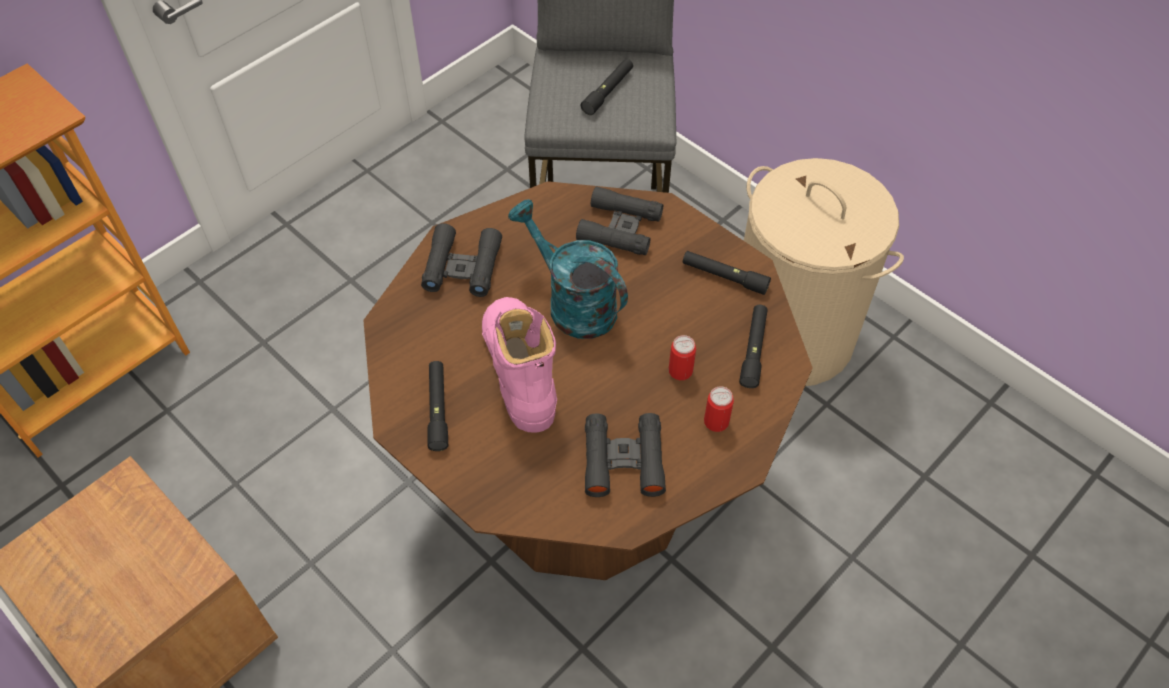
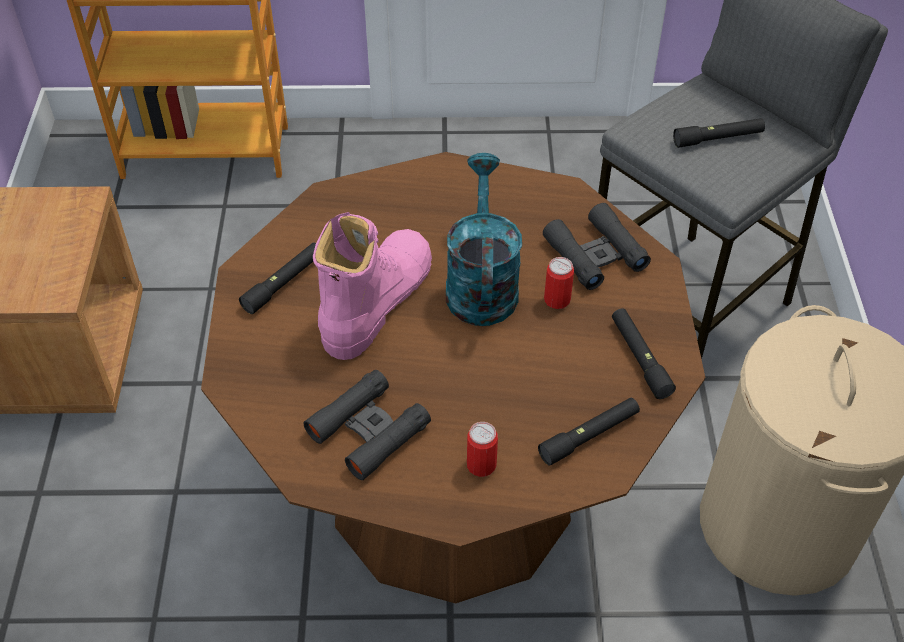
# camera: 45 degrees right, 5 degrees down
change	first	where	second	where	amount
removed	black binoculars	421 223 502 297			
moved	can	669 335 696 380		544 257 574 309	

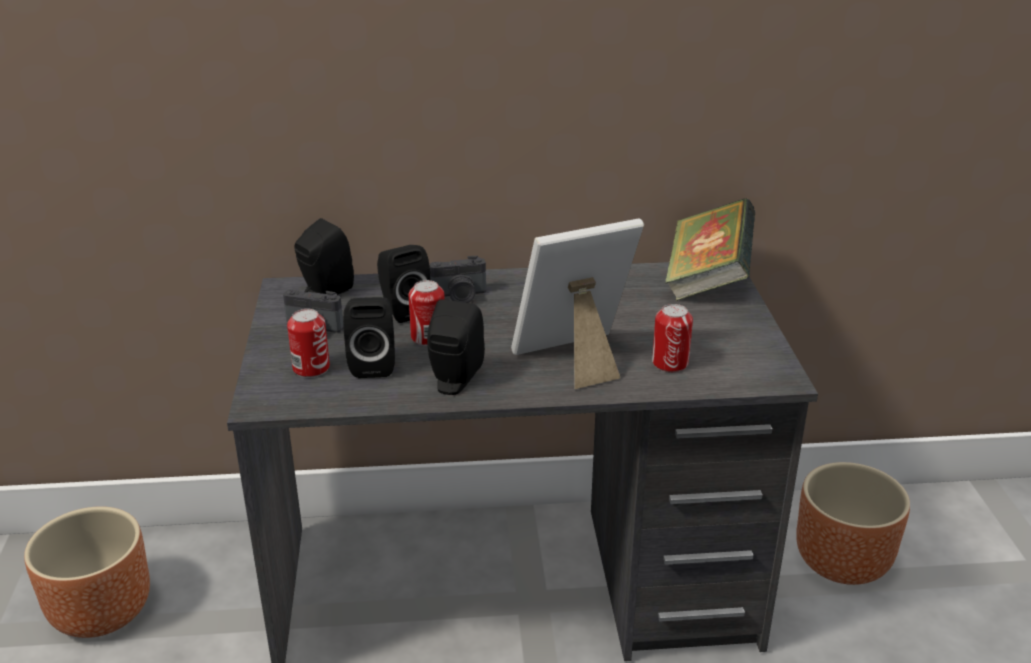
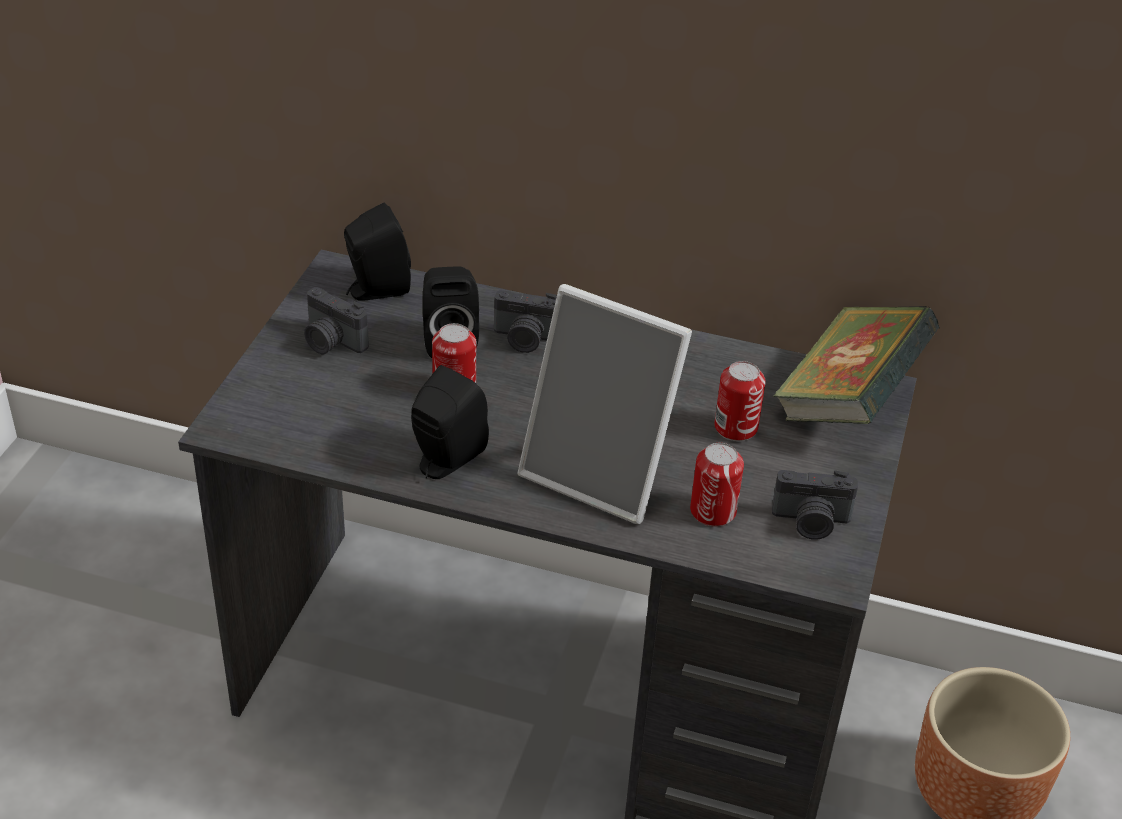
# camera: 20 degrees right, 10 degrees up
change	first	where	second	where	amount
removed	brown planter	24 506 150 638			
moved	can	287 309 330 378		714 361 766 441	
removed	black speaker	343 297 395 378			
turned	picture frame	511 219 644 389		518 284 692 524	150 degrees counterclockwise
added			photo camera	772 470 858 540	

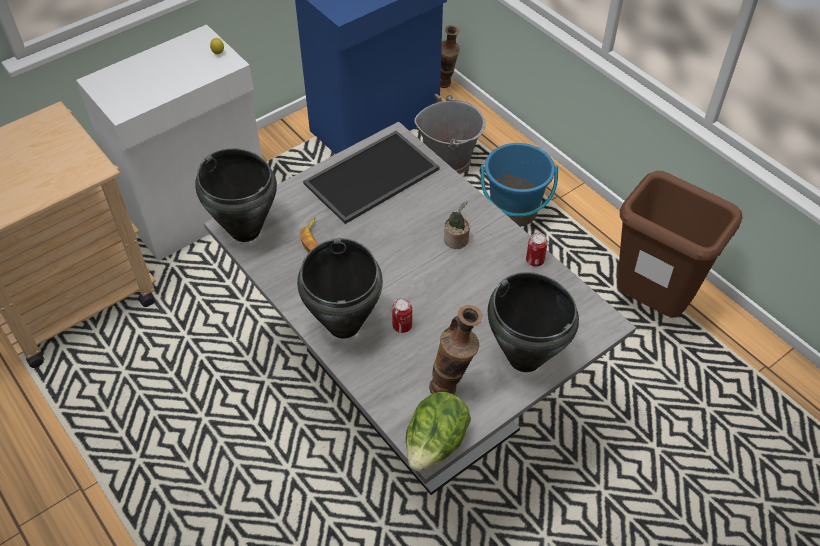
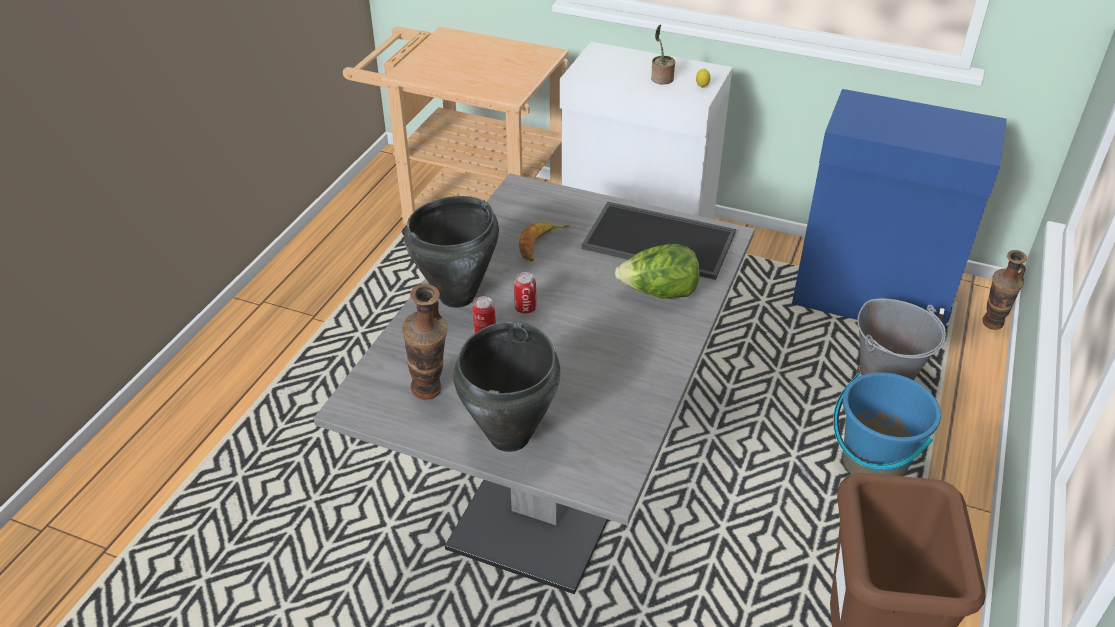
# camera: 60 degrees right, 10 degrees down
change	first	where	second	where	amount
removed	black cooking pot	195 148 277 242			
moved	lettuce	406 392 471 471		615 244 699 299	
moved	potted plant	444 201 470 249		651 25 675 84	
moved	can	526 233 548 267		514 272 537 314	

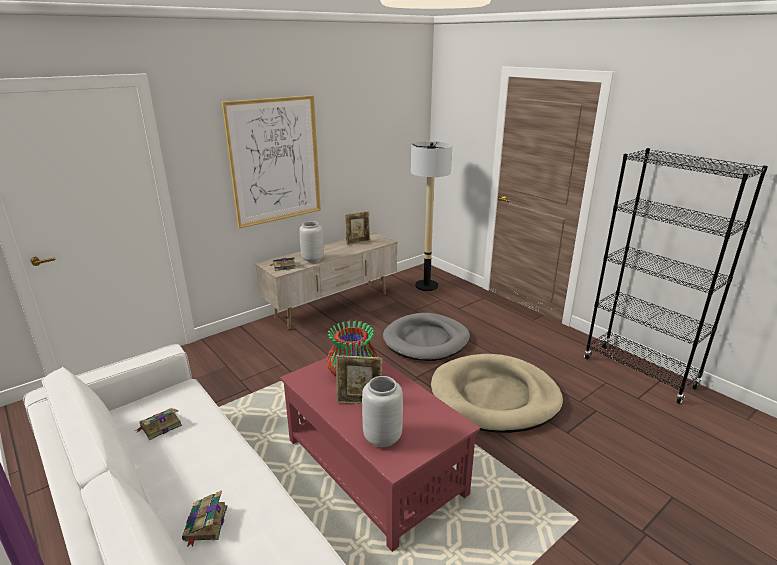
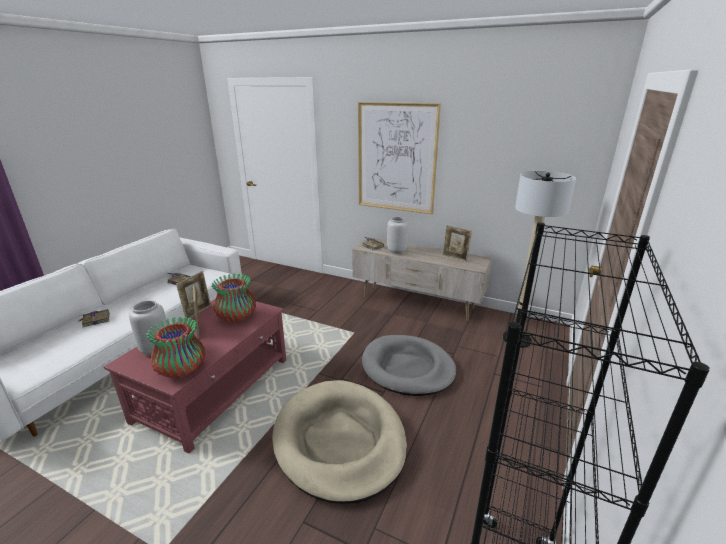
# camera: 65 degrees right, 0 degrees up
change	first	where	second	where	amount
added			vase	146 317 206 378	
added			picture frame	176 271 211 320	

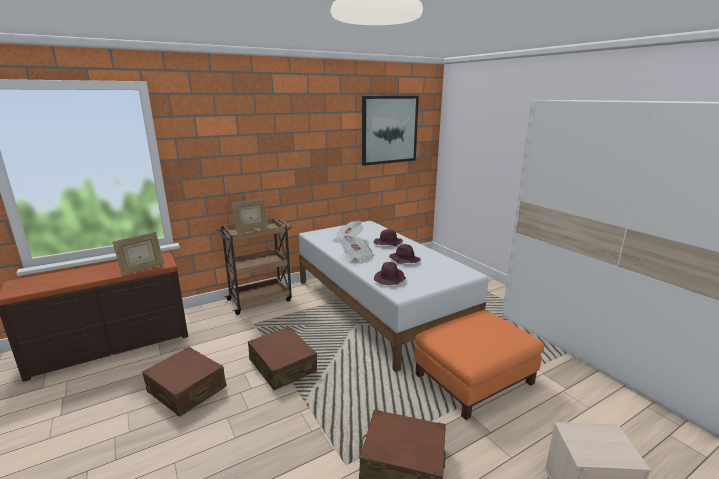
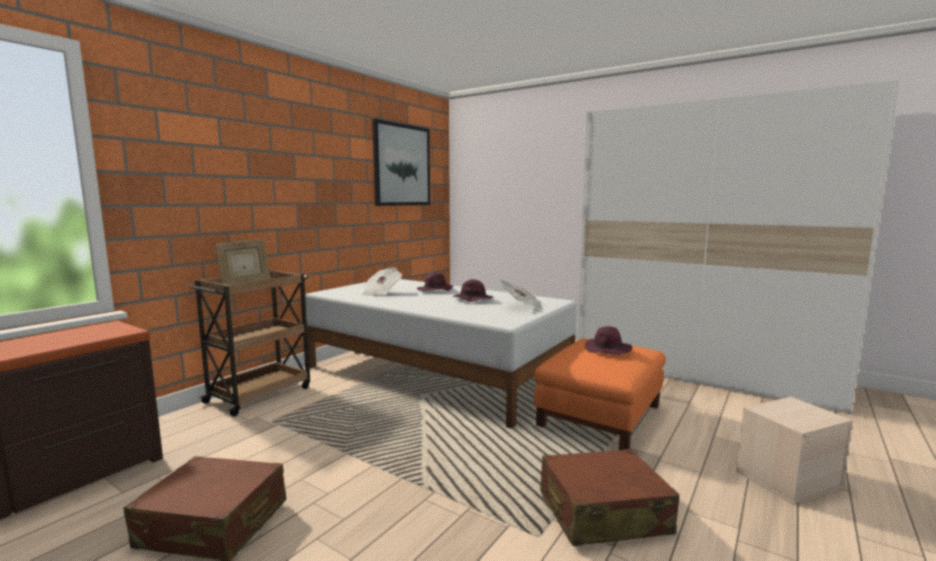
# camera: 25 degrees left, 10 degrees down
change	first	where	second	where	amount
removed	picture frame	113 232 164 275			
removed	brown suitcase	248 326 317 390			
moved	newspaper	341 235 374 263		499 280 544 310	
moved	purple hat	374 262 406 285		585 326 632 355	

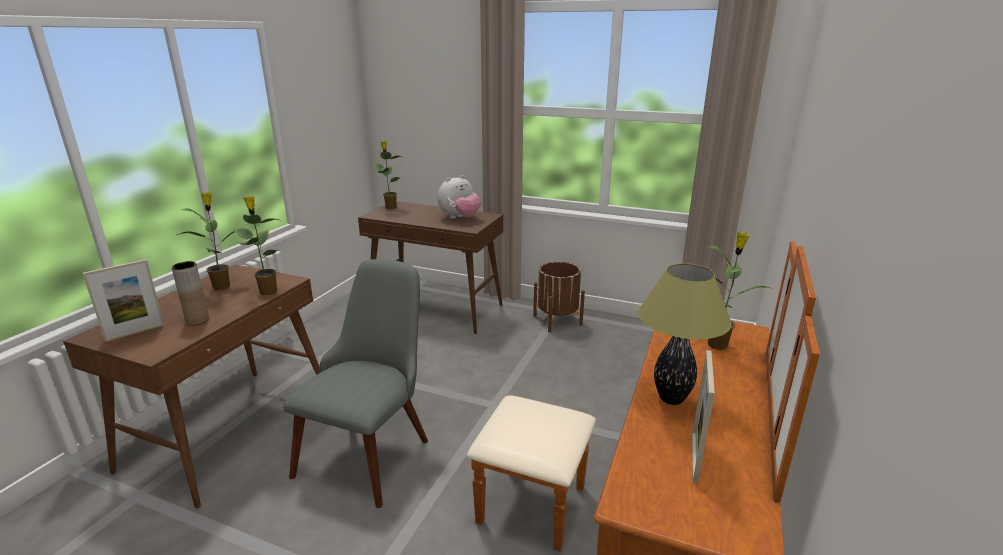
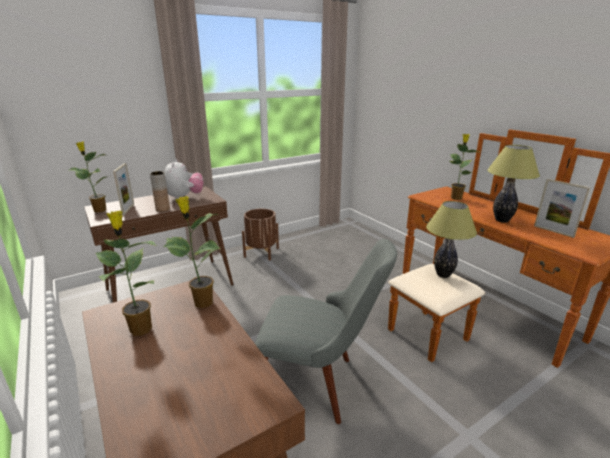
# camera: 55 degrees left, 0 degrees up
change	first	where	second	where	amount
moved	picture frame	82 259 165 342		113 163 134 215	
moved	brown vase	172 261 209 325		150 171 170 212	
turned	grey chair	283 259 428 508		255 239 397 424	135 degrees clockwise
added			table lamp	426 201 477 278	

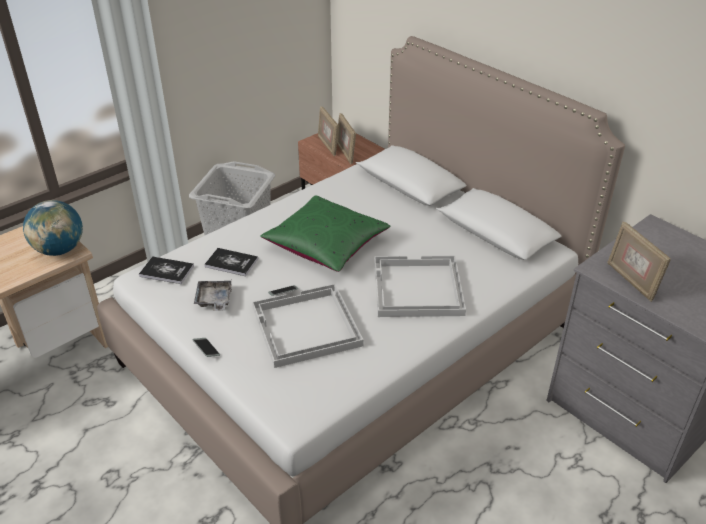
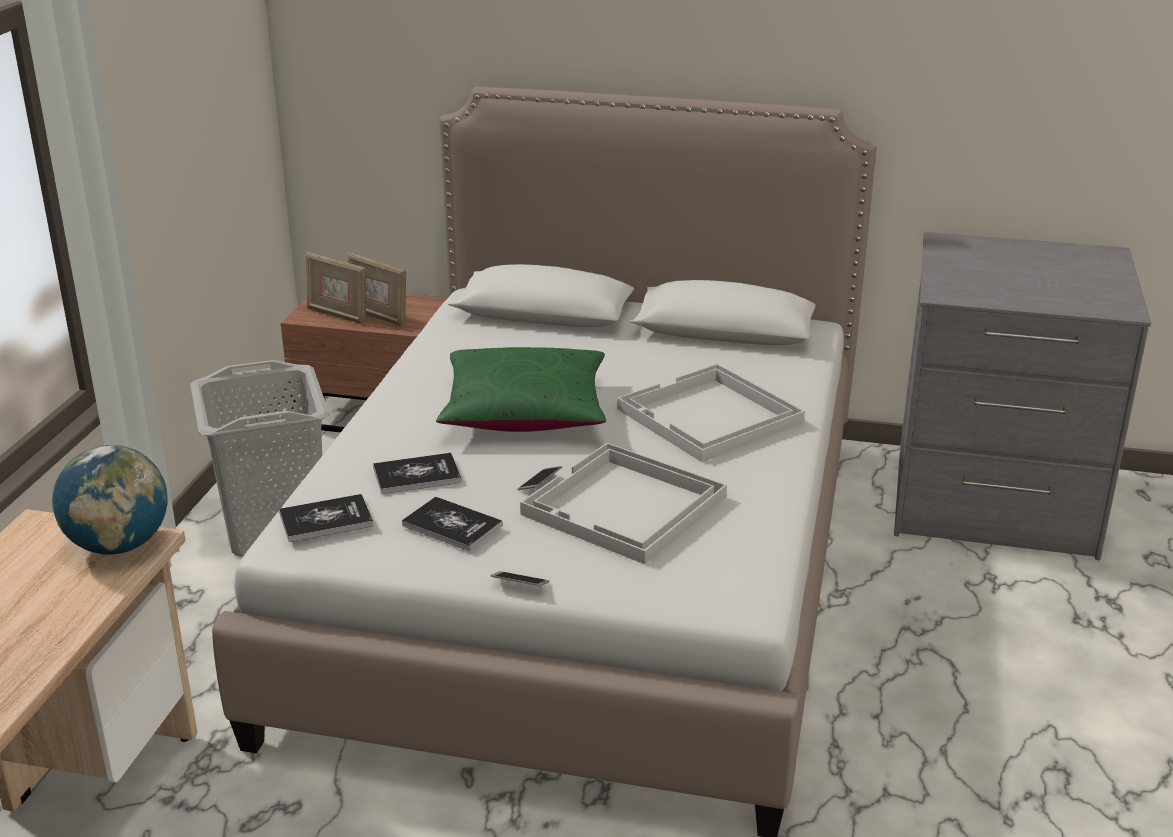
# camera: 35 degrees left, 10 degrees down
change	first	where	second	where	amount
replaced	grey tray	194 278 232 311	book	402 497 503 552	
removed	picture frame	607 221 671 302			

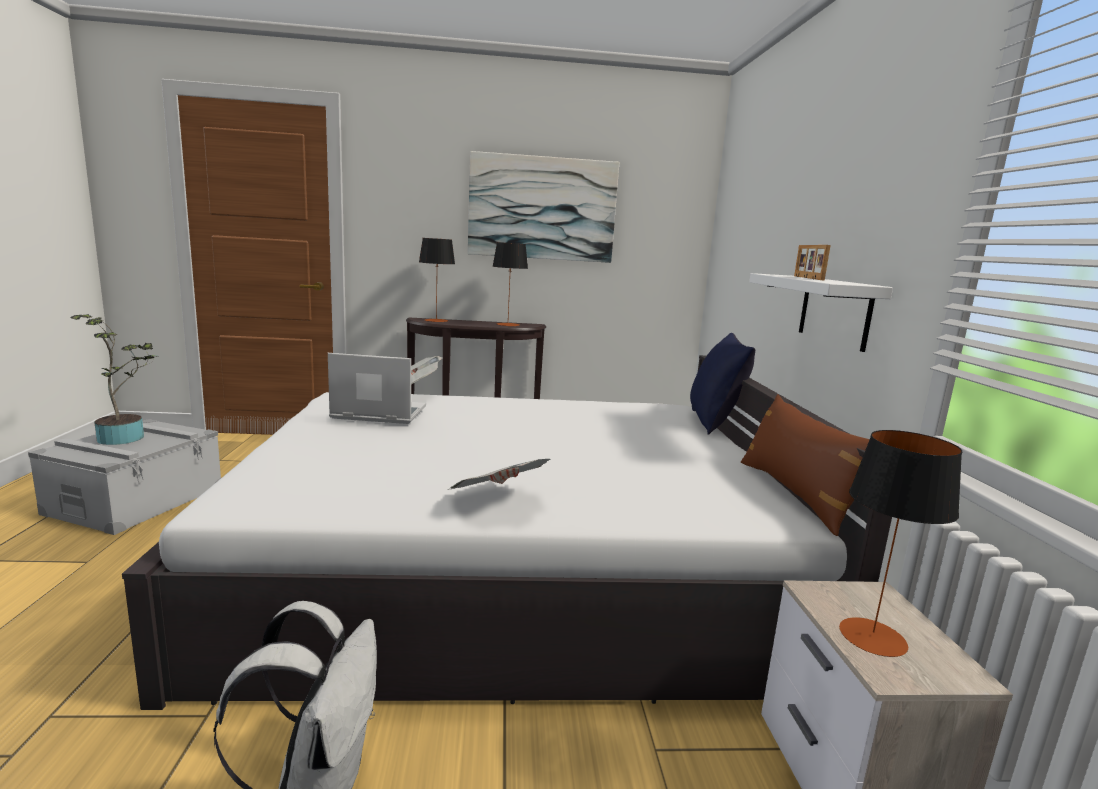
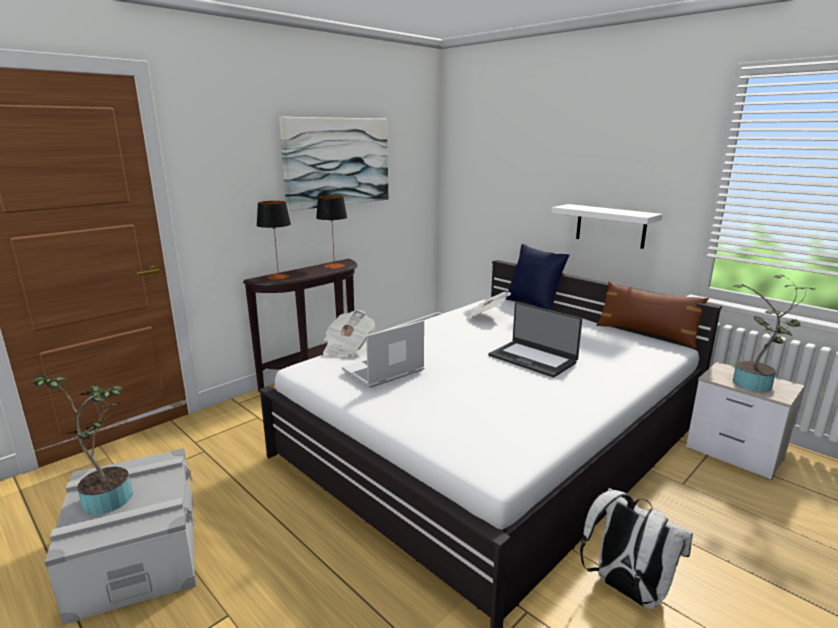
# camera: 40 degrees left, 5 degrees up
change	first	where	second	where	amount
moved	newspaper	447 459 551 490		464 292 511 319	
removed	picture frame	794 245 831 281			
replaced	table lamp	839 430 962 657	potted plant	733 275 814 392	
added			laptop	489 302 582 377	

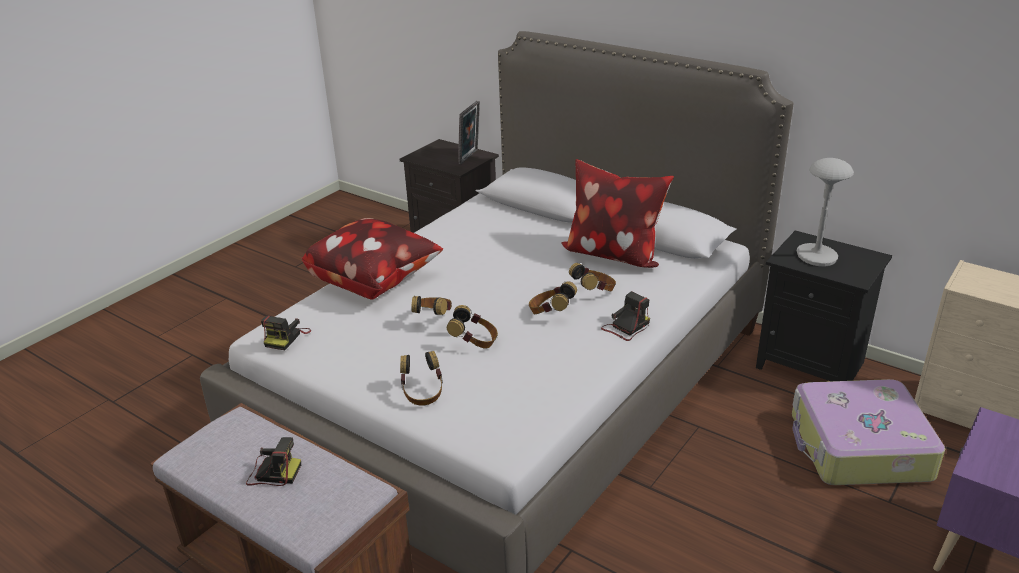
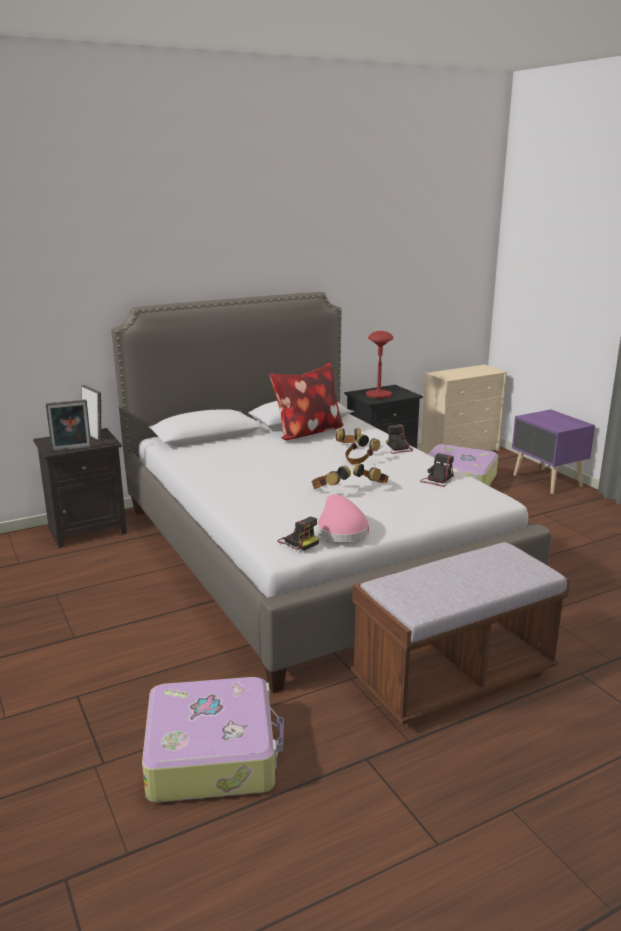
# camera: 65 degrees left, 10 degrees down
change	first	where	second	where	amount
moved	photo camera	246 437 301 486		420 453 454 487	
removed	pillow	301 218 443 299			
removed	headphones	400 351 443 406			
recoloured	grey table lamp	797 158 854 267	red table lamp	366 331 394 399	
added			picture frame	46 399 91 452	
added			suitcase	142 677 284 802	
added			pink hat	317 494 369 542	

